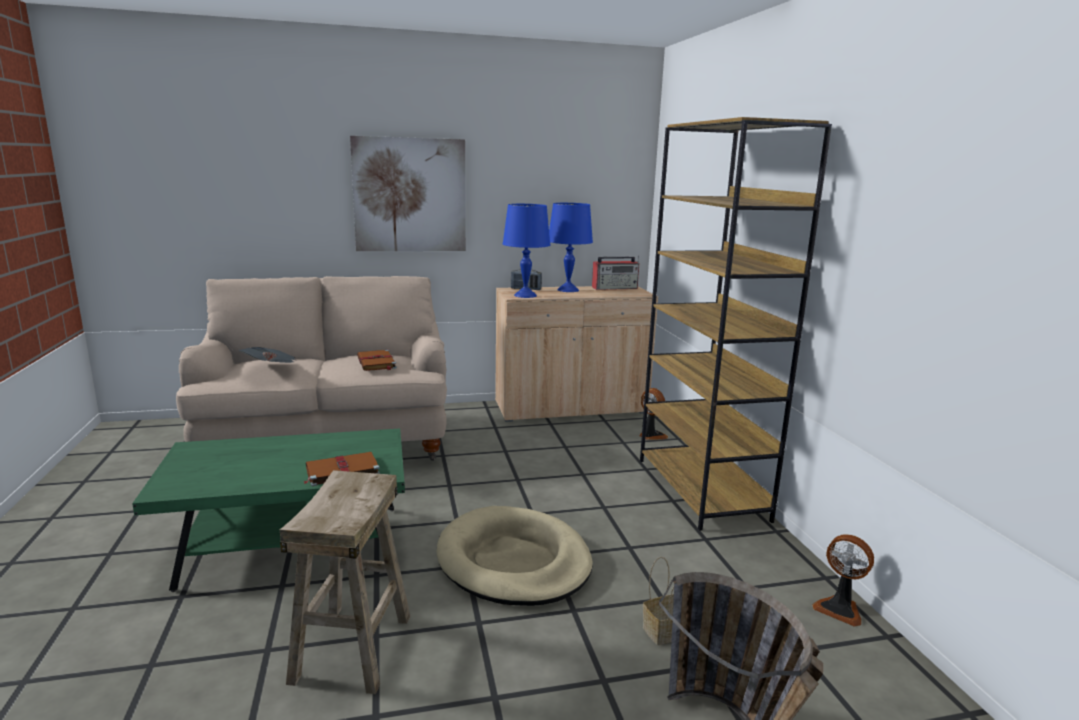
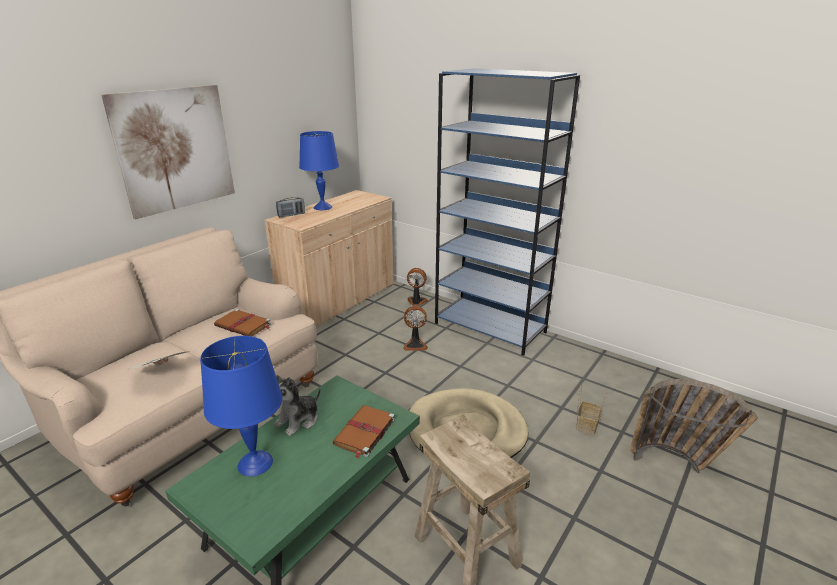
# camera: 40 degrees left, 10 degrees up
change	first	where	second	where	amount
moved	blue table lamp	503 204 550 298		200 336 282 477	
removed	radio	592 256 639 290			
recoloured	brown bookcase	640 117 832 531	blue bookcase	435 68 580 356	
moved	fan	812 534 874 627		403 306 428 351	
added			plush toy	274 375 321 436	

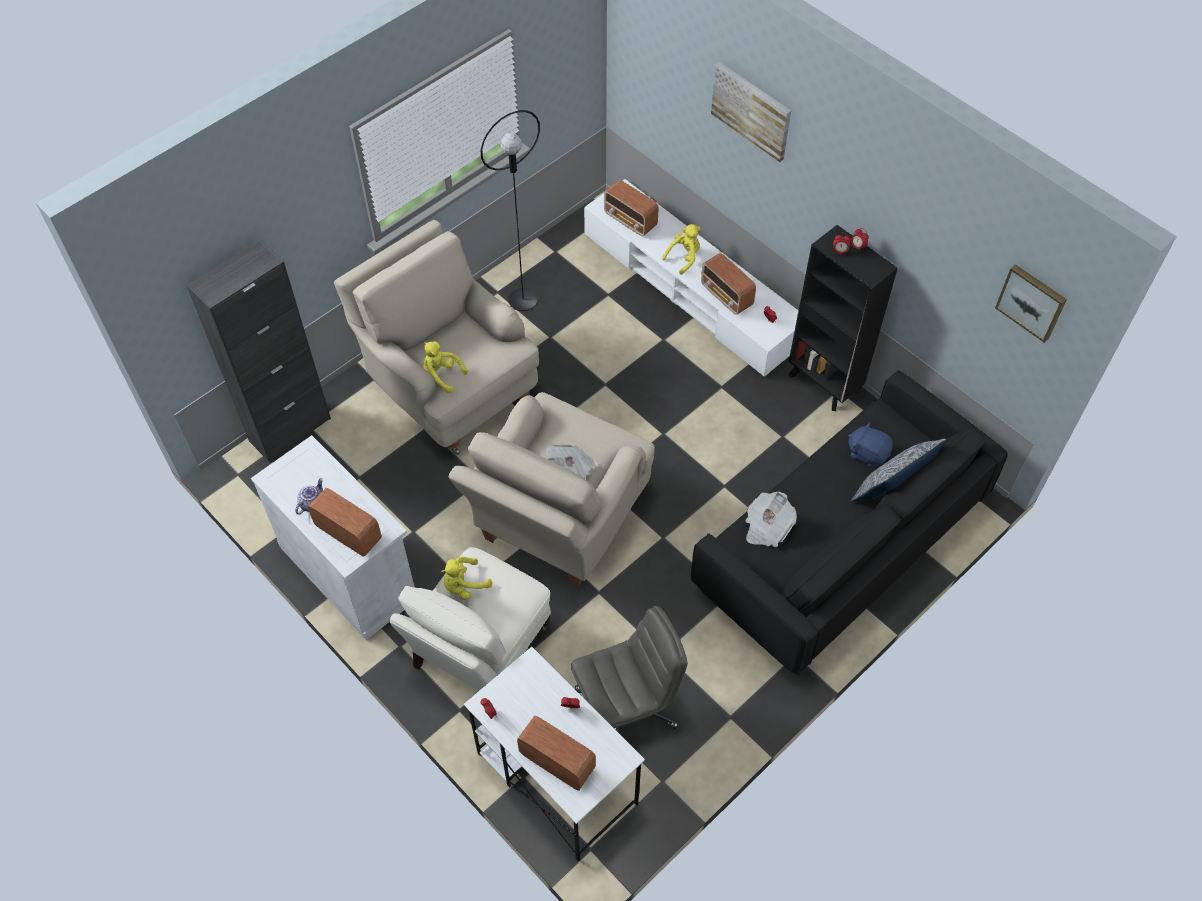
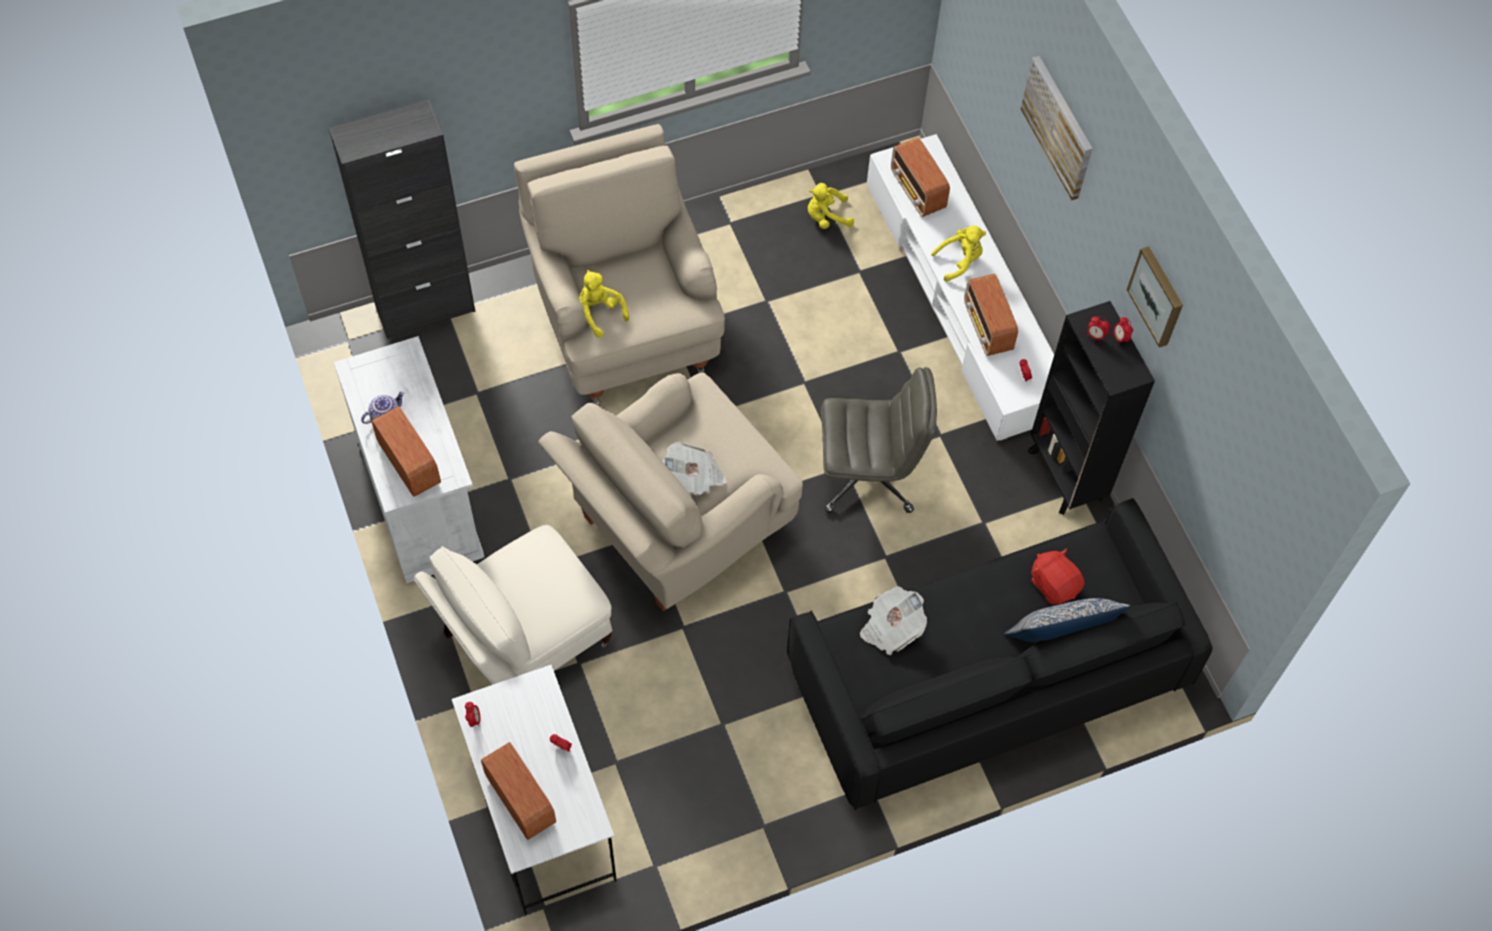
# camera: 20 degrees right, 5 degrees up
change	first	where	second	where	amount
moved	yellow plush toy	441 557 492 600		808 183 854 229	
removed	black floor lamp	481 110 540 311			
moved	grey office chair	571 606 687 730		821 367 937 513	
recoloured	blue plush toy	848 423 893 468	red plush toy	1031 548 1085 604	
moved	picture	995 264 1067 343		1127 246 1183 348	

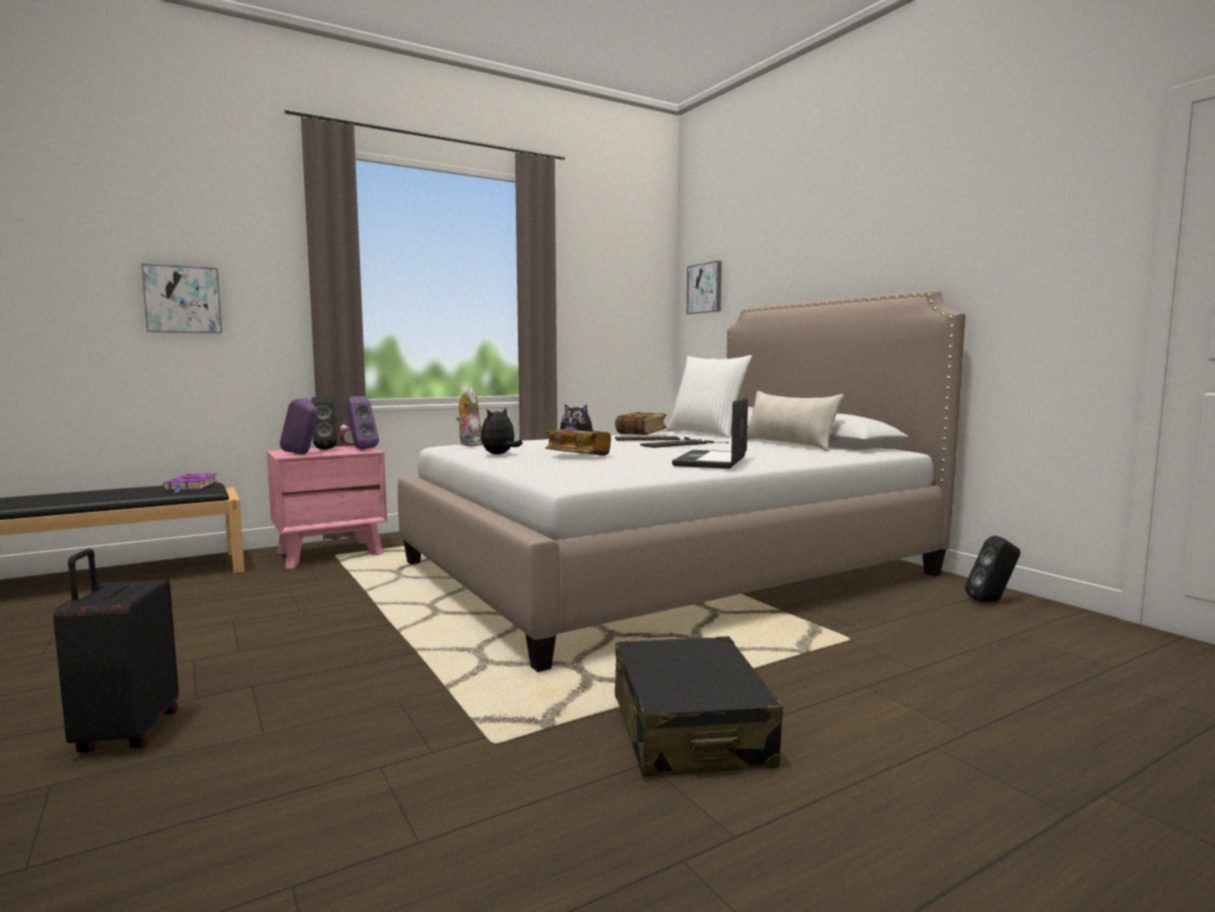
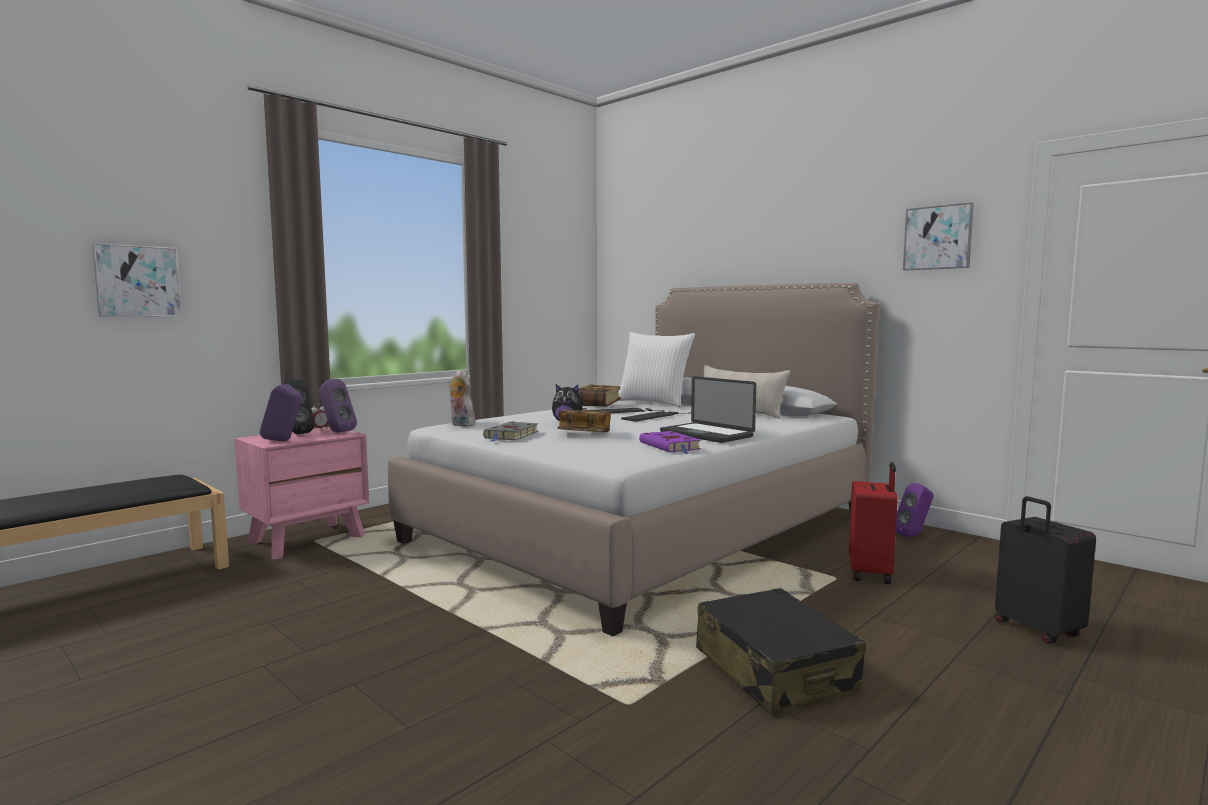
# camera: 15 degrees left, 0 degrees up
change	first	where	second	where	amount
moved	black suitcase	53 549 179 753		995 496 1096 644	
moved	purple book	163 473 217 492		639 431 701 454	
replaced	plush toy	481 407 523 455	grey book	483 422 538 442	
turned	laptop	672 397 748 469		660 376 756 443	45 degrees counterclockwise
moved	picture	687 261 722 314		903 202 974 270	
recoloured	black speaker	965 535 1020 602	purple speaker	896 483 933 537	
added			red suitcase	849 462 898 584	

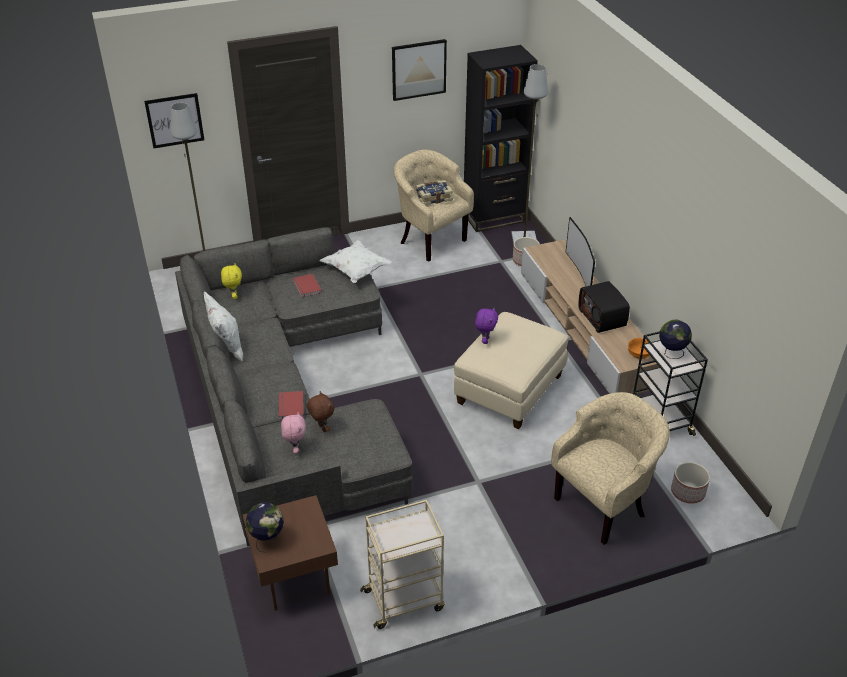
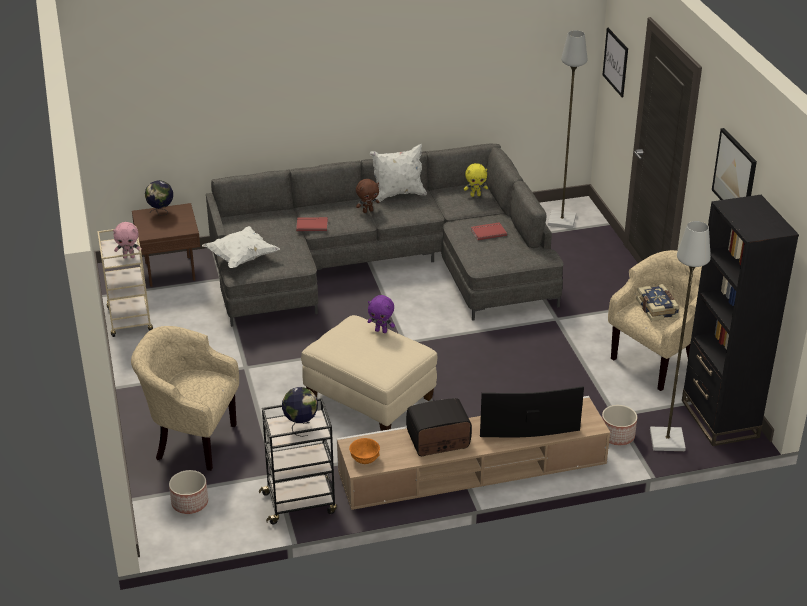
# camera: 95 degrees right, 5 degrees down
change	first	where	second	where	amount
moved	pink plush toy	281 412 306 453		113 222 142 258	
moved	brown plush toy	307 391 334 432		356 179 379 213	
moved	white pillow	319 240 392 283		202 226 280 268	
turned	beige armchair	551 392 670 545		131 326 239 471	135 degrees clockwise

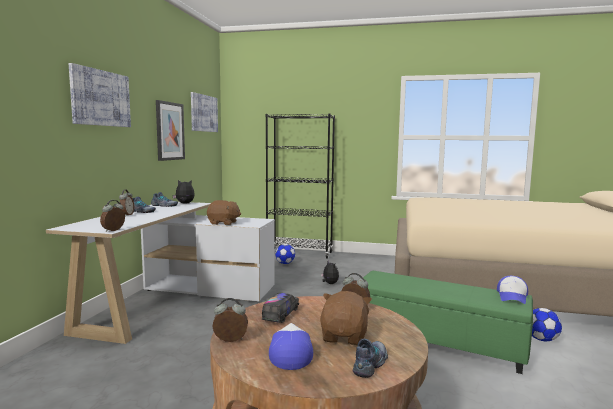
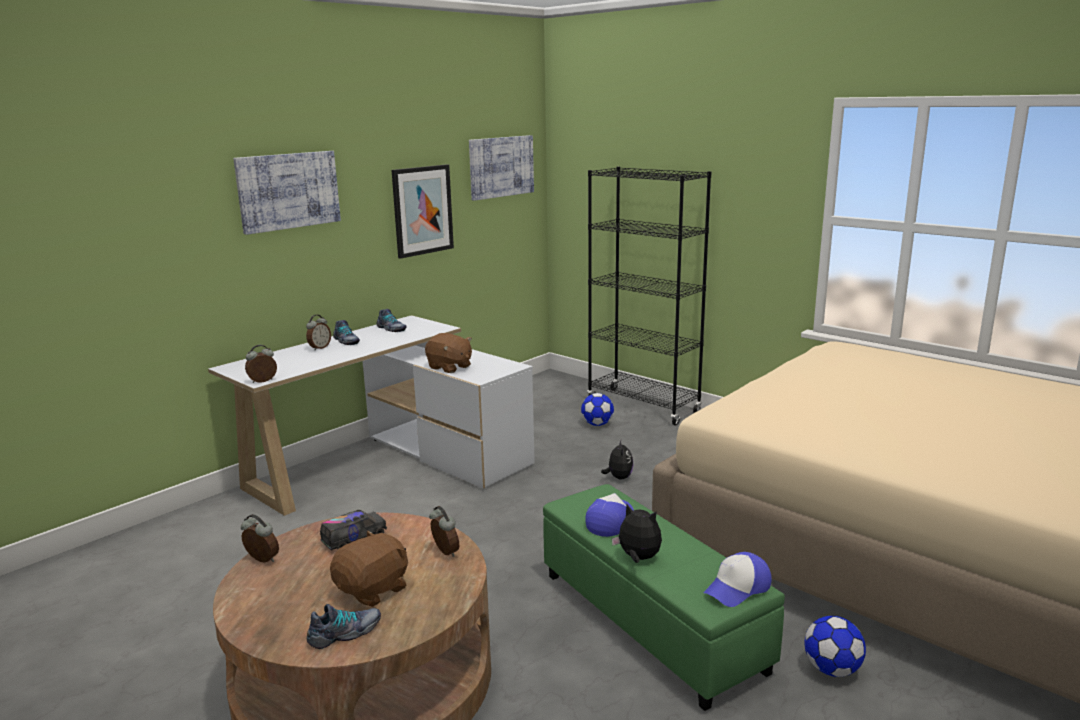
# camera: 30 degrees right, 10 degrees up
change	first	where	second	where	amount
moved	plush toy	172 180 195 204		612 504 662 563	
moved	cap	269 323 313 370		585 493 634 537	

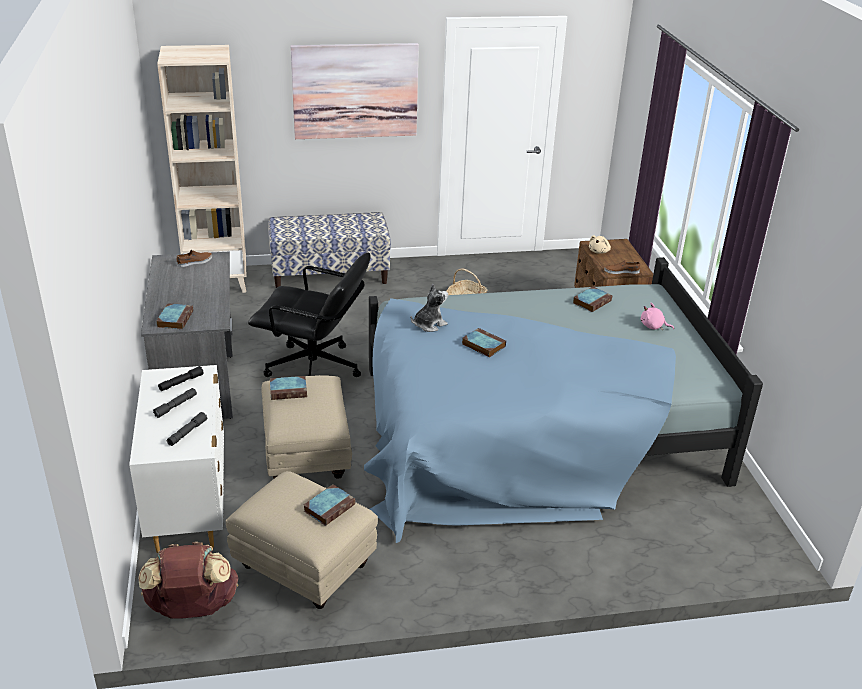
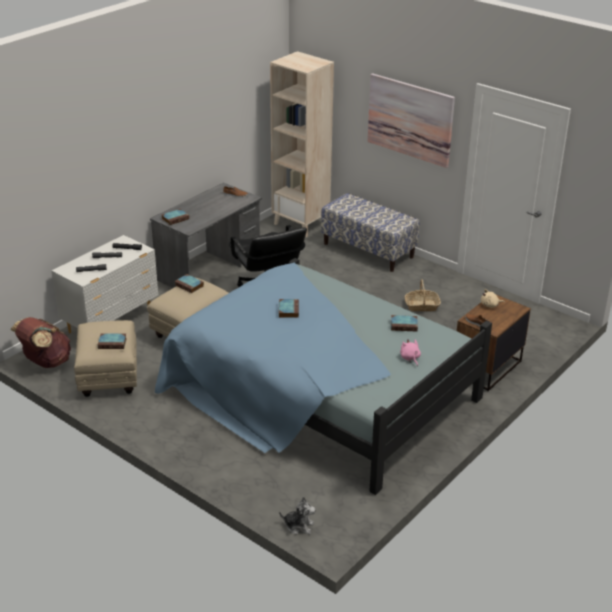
# camera: 50 degrees right, 0 degrees up
change	first	where	second	where	amount
moved	plush toy	411 284 448 332		279 497 316 535	

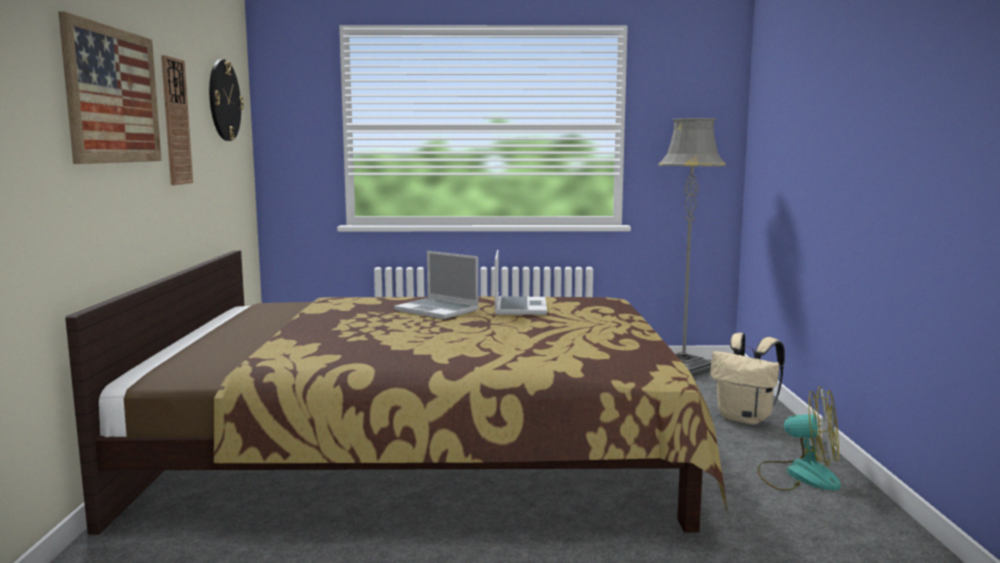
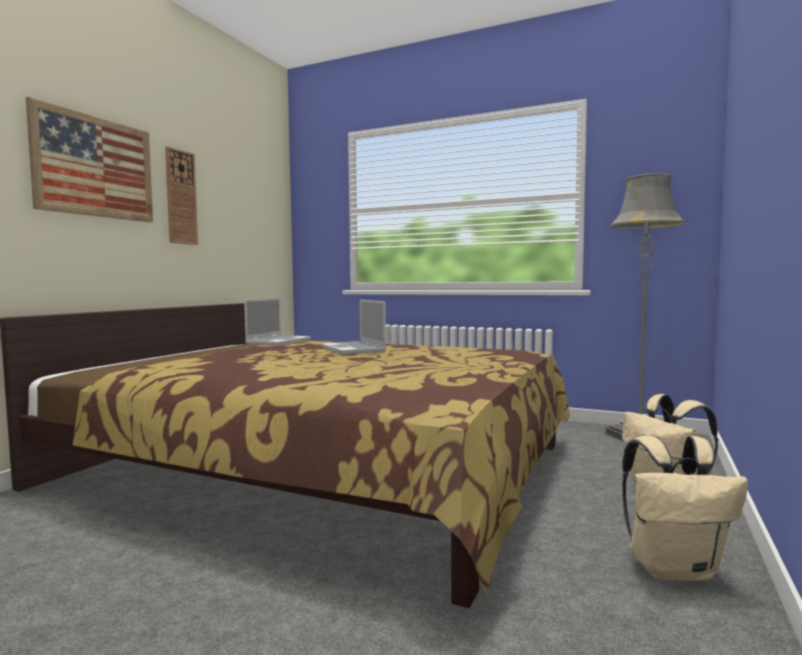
# camera: 25 degrees right, 5 degrees down
change	first	where	second	where	amount
removed	wall clock	209 59 244 141			
moved	laptop	495 250 547 315		244 298 311 346	
replaced	fan	758 386 841 491	beige backpack	622 436 748 581	

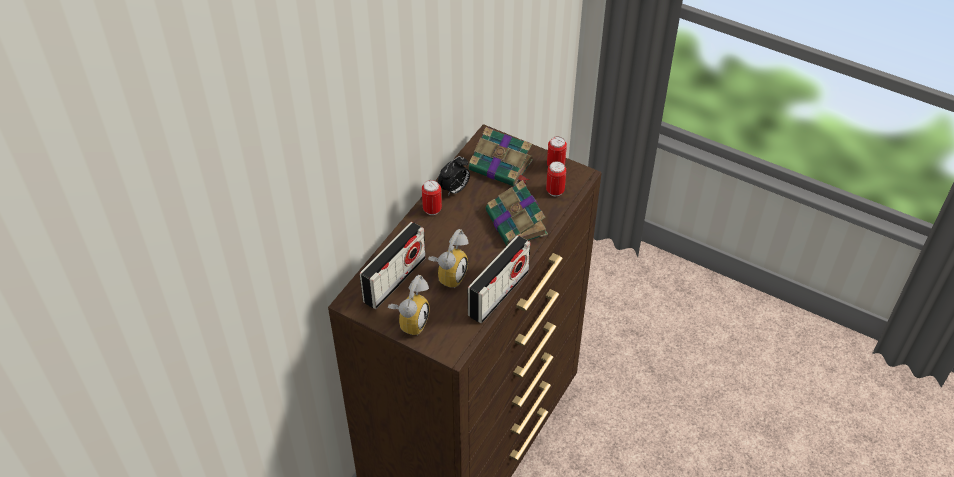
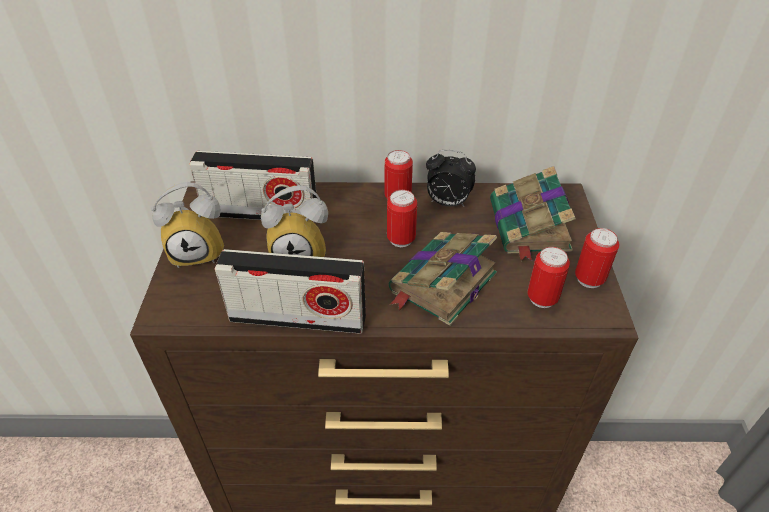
# camera: 60 degrees right, 5 degrees down
change	first	where	second	where	amount
added			can	387 190 417 247	

